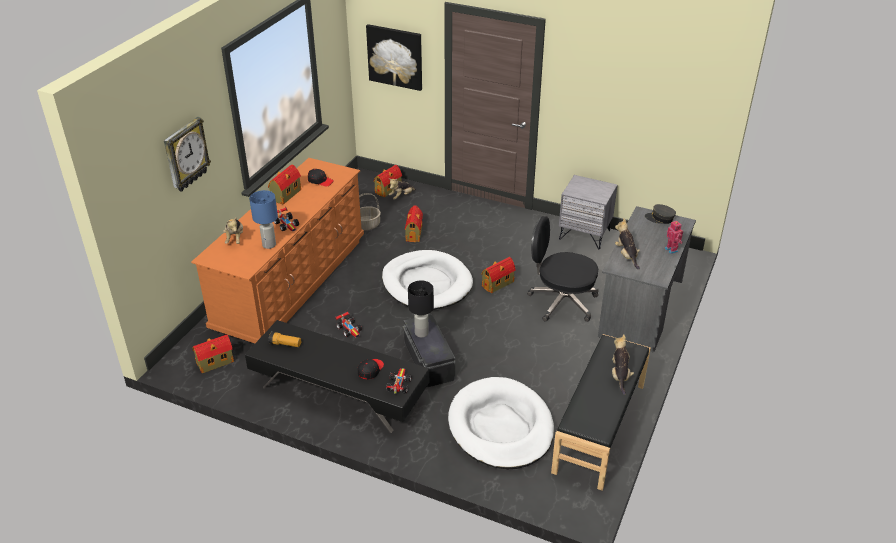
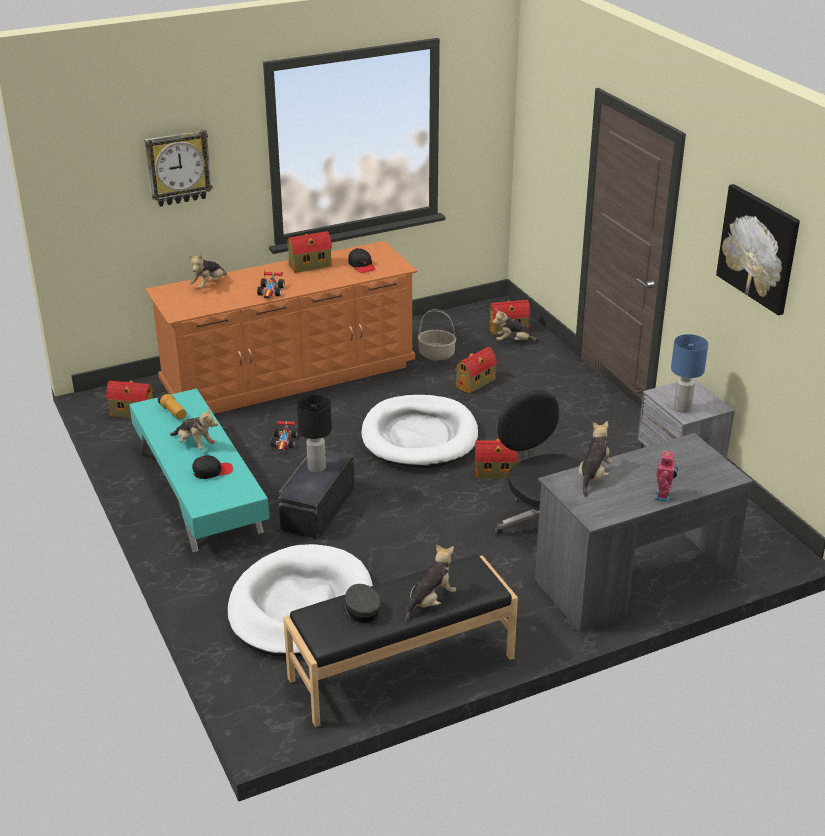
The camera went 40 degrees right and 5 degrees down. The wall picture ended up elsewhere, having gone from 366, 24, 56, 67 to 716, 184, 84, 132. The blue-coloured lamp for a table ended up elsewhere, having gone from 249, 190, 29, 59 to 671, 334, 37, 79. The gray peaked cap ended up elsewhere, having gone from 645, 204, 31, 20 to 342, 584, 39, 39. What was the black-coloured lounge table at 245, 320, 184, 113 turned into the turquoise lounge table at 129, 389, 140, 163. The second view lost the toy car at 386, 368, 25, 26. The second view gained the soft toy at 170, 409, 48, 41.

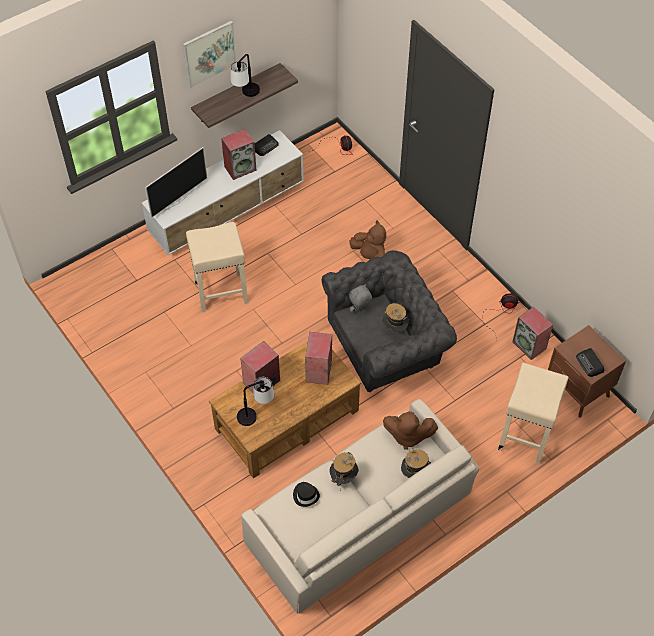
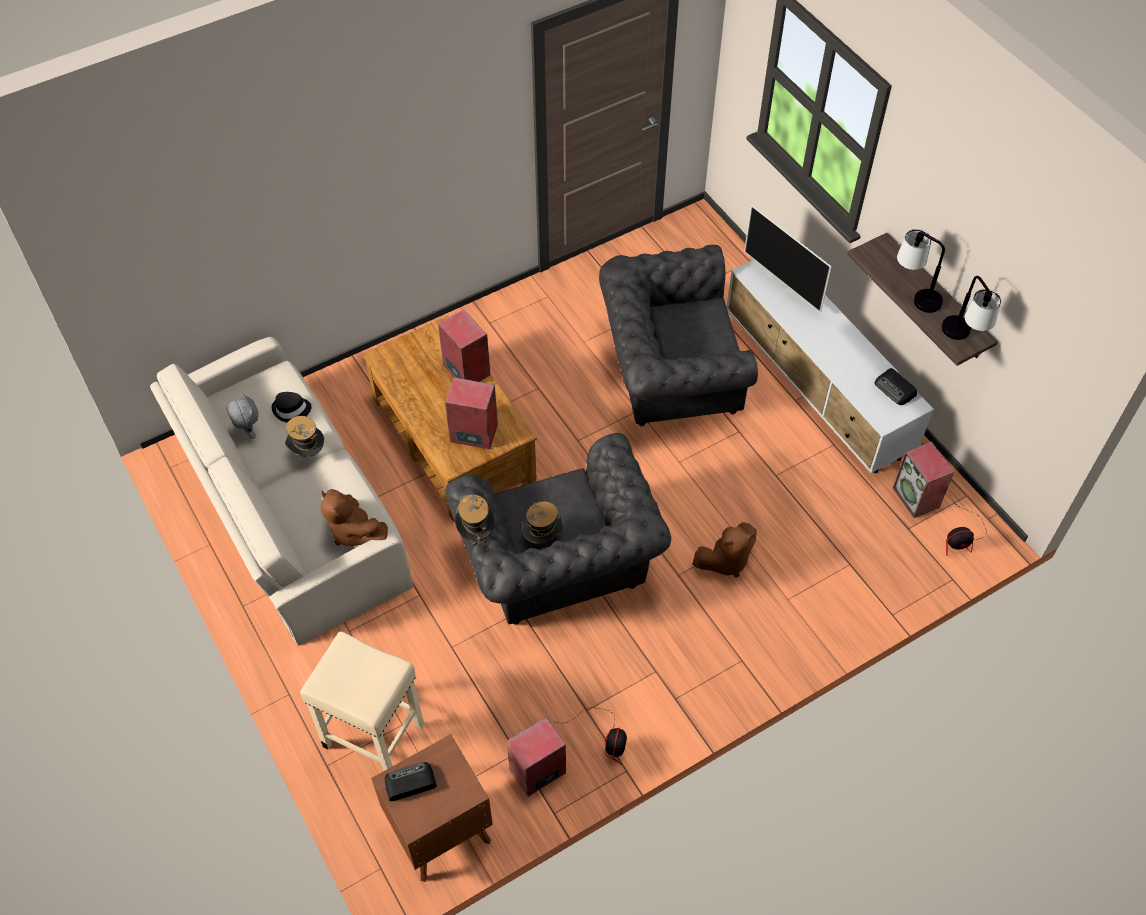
The camera went 95 degrees right and 0 degrees up. The second view lost the wall picture at 183, 21, 53, 67. The speaker ended up elsewhere, having gone from 221, 129, 36, 51 to 893, 441, 61, 77. Where the beige sitting stool stood at 186, 222, 62, 90, the gray armchair came to stand at 599, 245, 159, 181. The gray soft toy ended up elsewhere, having gone from 349, 284, 23, 29 to 227, 393, 31, 46. The lamp for a table ended up elsewhere, having gone from 237, 377, 37, 49 to 942, 276, 59, 64. The brown soft toy at 383, 411, 55, 39 ended up facing another way, 60 degrees counterclockwise from before. The hat ended up elsewhere, having gone from 401, 448, 30, 30 to 455, 495, 40, 51.

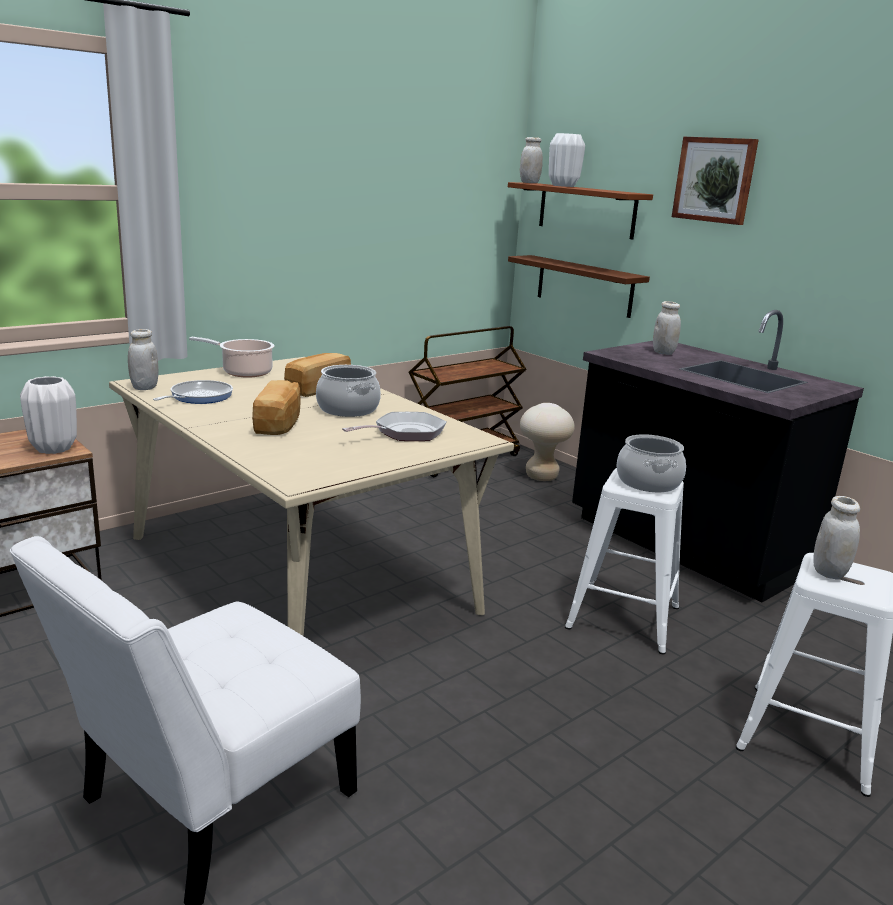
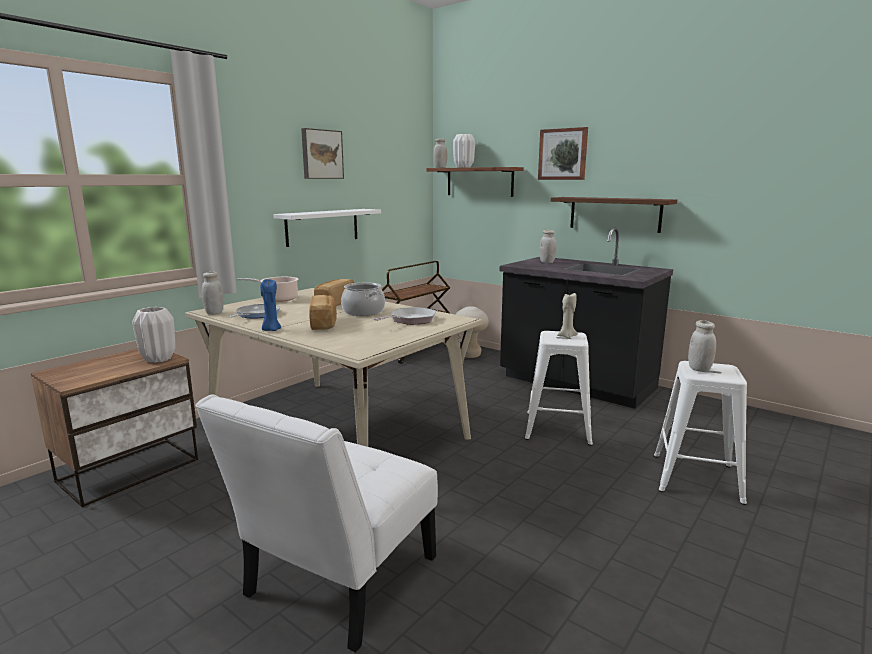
The camera went 10 degrees left and 5 degrees down. The brown shelf ended up elsewhere, having gone from 508, 255, 142, 63 to 551, 197, 126, 36. Where the cooking pot stood at 616, 434, 70, 58, the beige wax light came to stand at 557, 293, 21, 45. The second view gained the wall picture at 301, 128, 43, 51. The second view gained the whitish shelf at 273, 209, 108, 38. The second view gained the blue-coloured wax light at 260, 279, 21, 52.

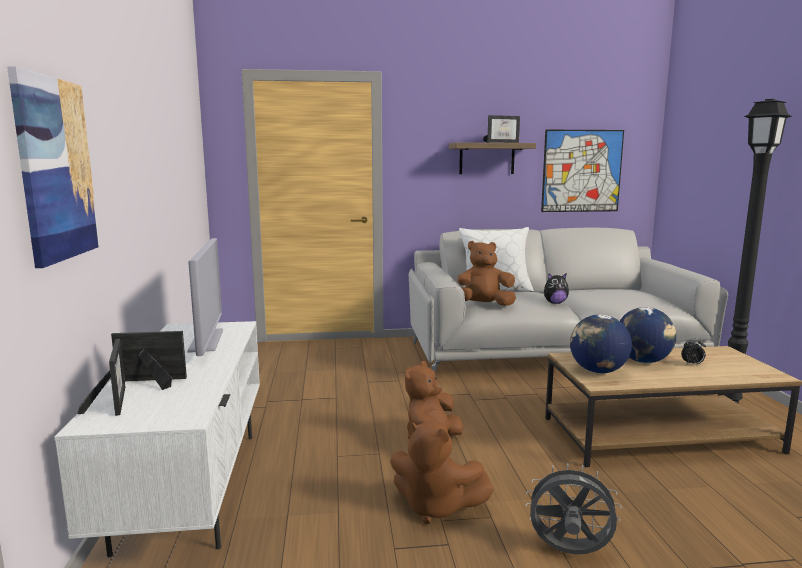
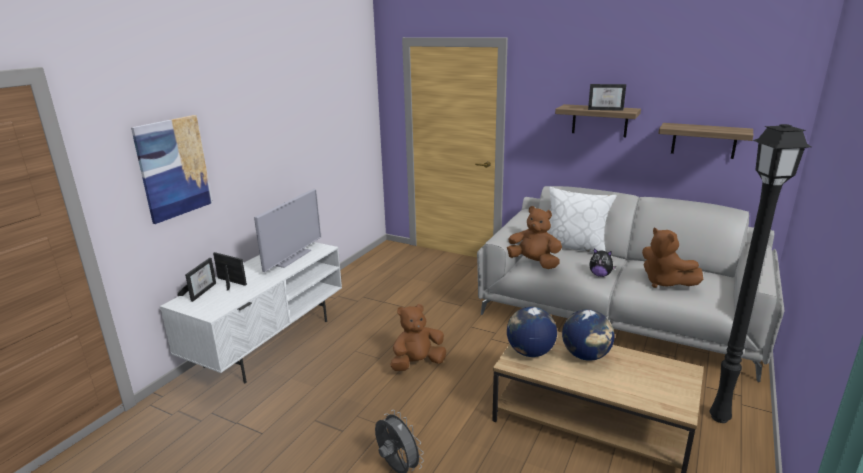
The camera went 35 degrees right and 10 degrees up. Where the wall picture hung at 541, 130, 83, 82, the shelf came to hang at 658, 123, 95, 36. The second view lost the bedside clock at 681, 338, 25, 27. The brown soft toy ended up elsewhere, having gone from 390, 422, 104, 102 to 642, 228, 61, 60.

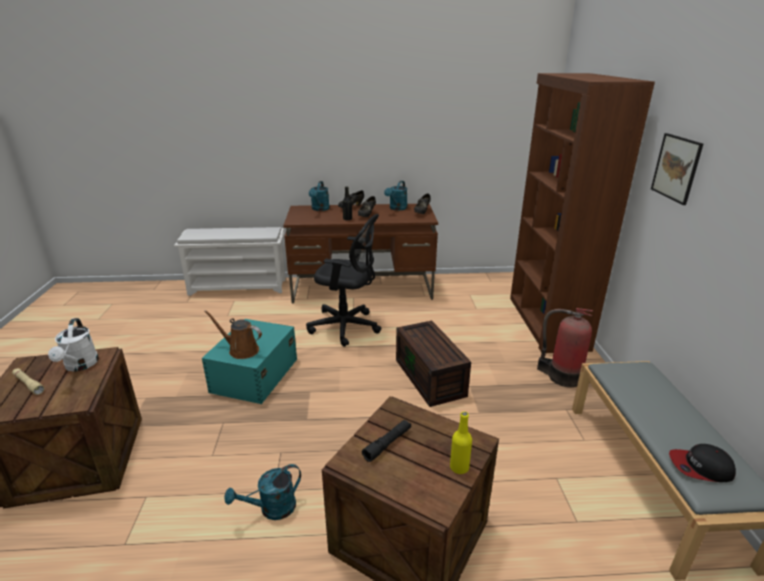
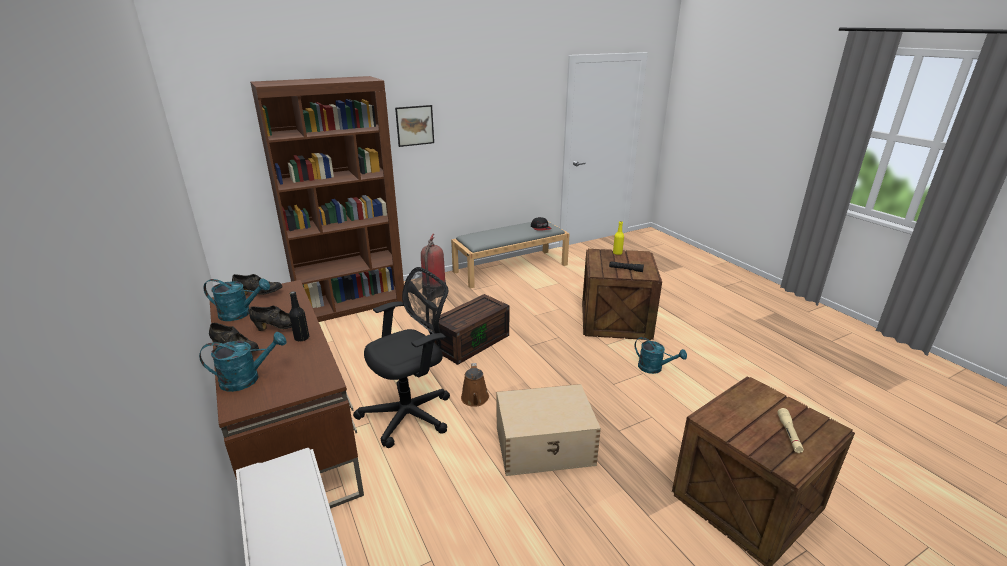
The camera went 115 degrees left and 0 degrees up. The black-coloured desk chair at 306, 214, 76, 133 ended up facing another way, 60 degrees clockwise from before. The brown watering pot ended up elsewhere, having gone from 204, 310, 58, 49 to 461, 363, 28, 44. The second view lost the whitish watering pot at 48, 318, 51, 54. What was the turquoise storage container at 202, 319, 95, 85 turned into the beige storage container at 496, 384, 105, 92.

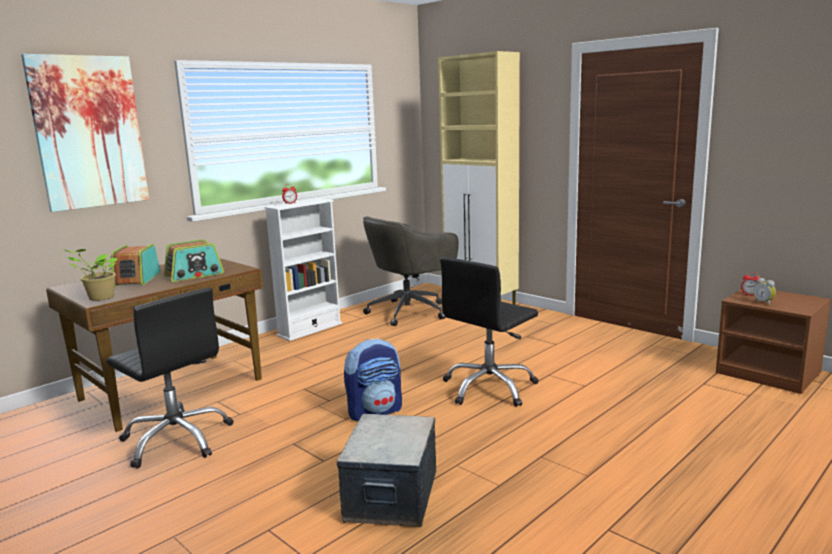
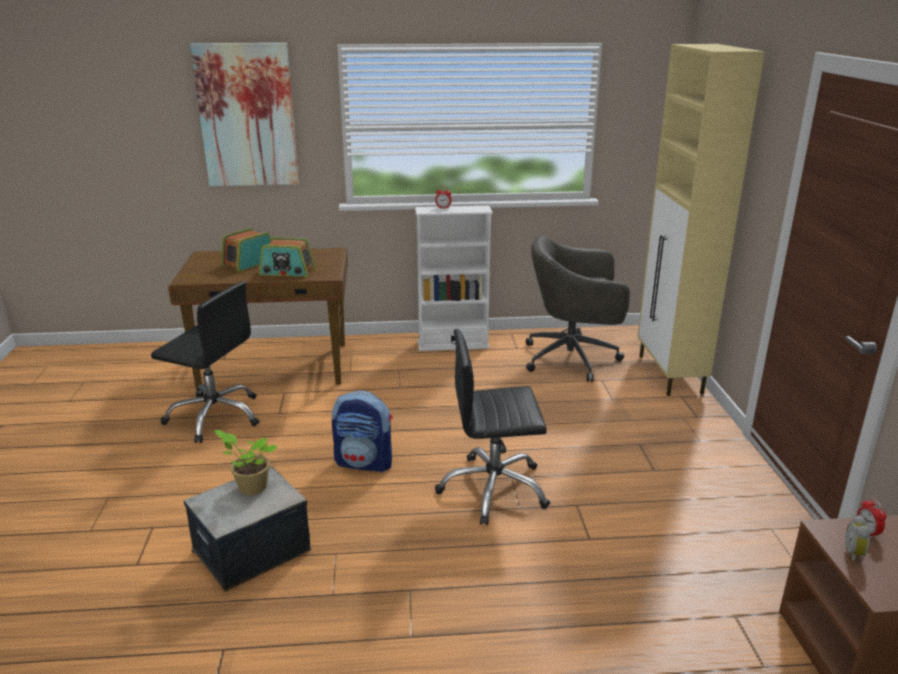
The camera went 40 degrees right and 10 degrees up. The houseplant ended up elsewhere, having gone from 62, 249, 55, 52 to 214, 430, 63, 65. The black-coloured desk chair at 107, 288, 126, 180 ended up facing another way, 60 degrees counterclockwise from before.

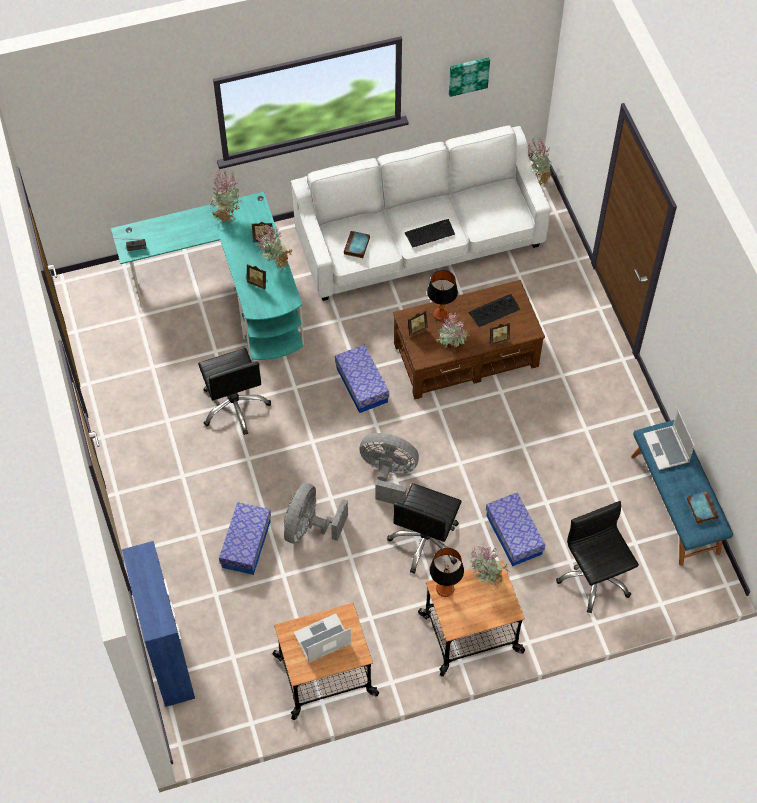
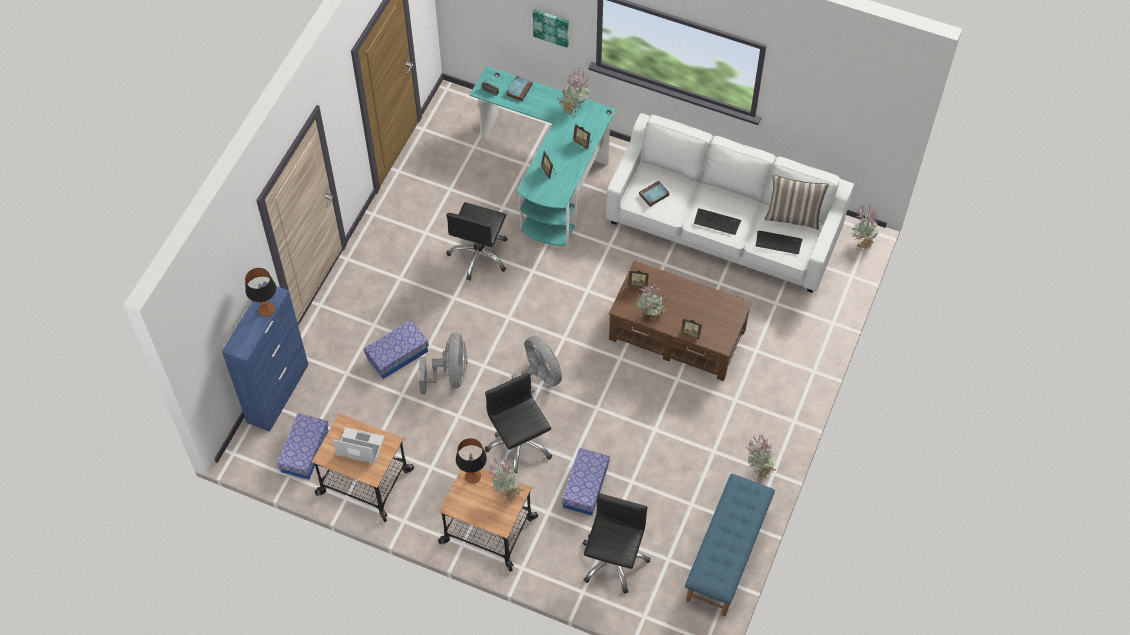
The camera went 40 degrees right and 0 degrees up. The wall picture ended up elsewhere, having gone from 449, 57, 41, 40 to 533, 9, 36, 39. The houseplant ended up elsewhere, having gone from 256, 224, 36, 48 to 746, 434, 30, 46. The lamp for a table ended up elsewhere, having gone from 427, 270, 31, 51 to 245, 268, 31, 49. The computer keyboard ended up elsewhere, having gone from 468, 294, 52, 33 to 756, 231, 47, 23. The storage container ended up elsewhere, having gone from 335, 345, 54, 68 to 277, 413, 52, 67. The second view lost the notebook computer at 643, 410, 52, 60. The gray fan at 284, 483, 64, 61 ended up facing another way, 120 degrees clockwise from before. The black-coloured desk chair at 387, 483, 75, 91 ended up facing another way, 90 degrees clockwise from before. The volume ended up elsewhere, having gone from 687, 491, 31, 33 to 506, 76, 27, 25. The second view gained the cushion at 764, 174, 65, 56.

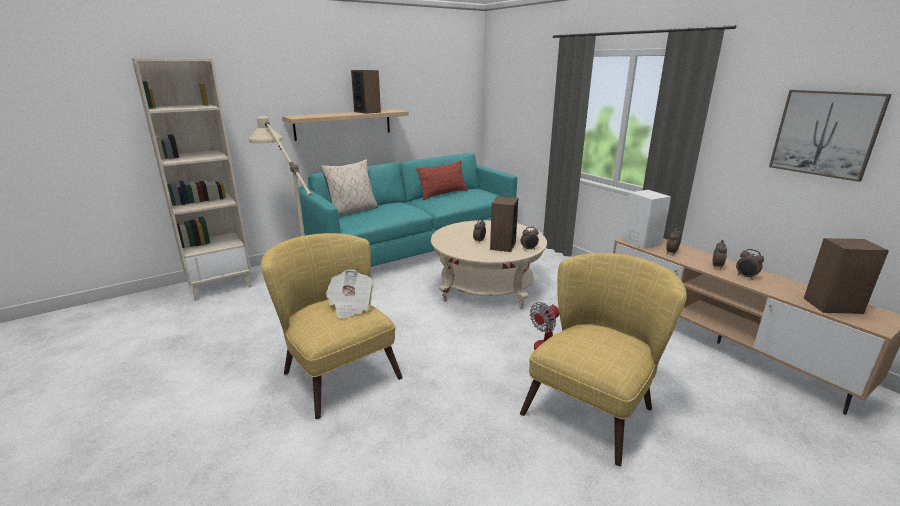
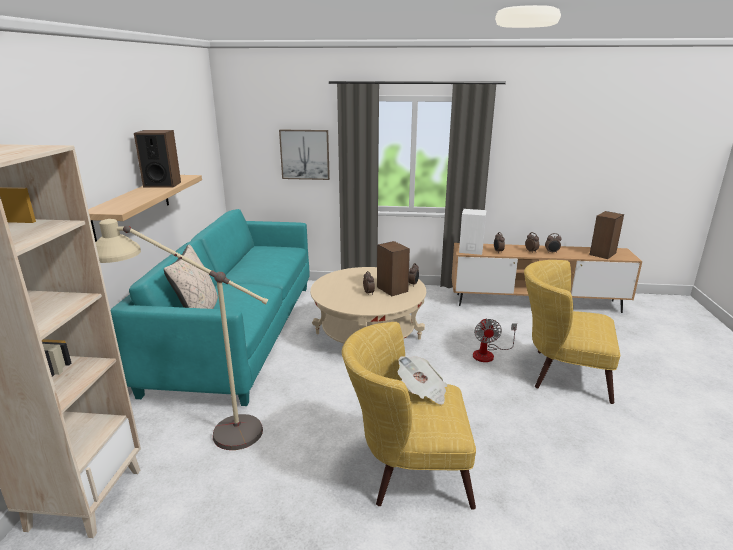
The camera went 50 degrees left and 0 degrees up. The wall picture ended up elsewhere, having gone from 769, 90, 123, 92 to 279, 130, 51, 50. The second view lost the cushion at 417, 161, 51, 39. The yellow armchair at 520, 253, 167, 213 ended up facing another way, 60 degrees counterclockwise from before.

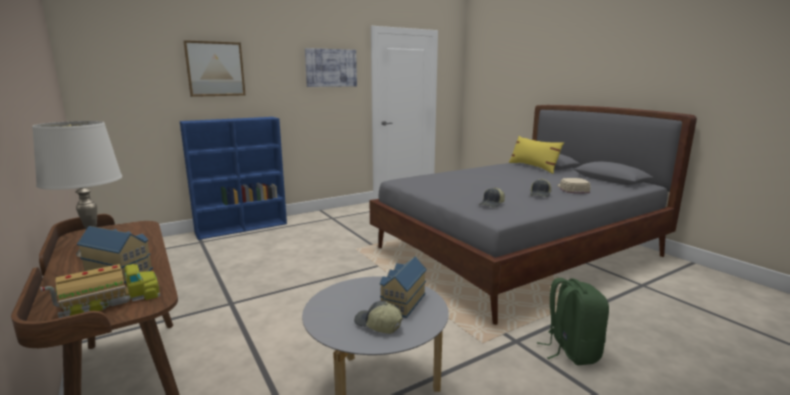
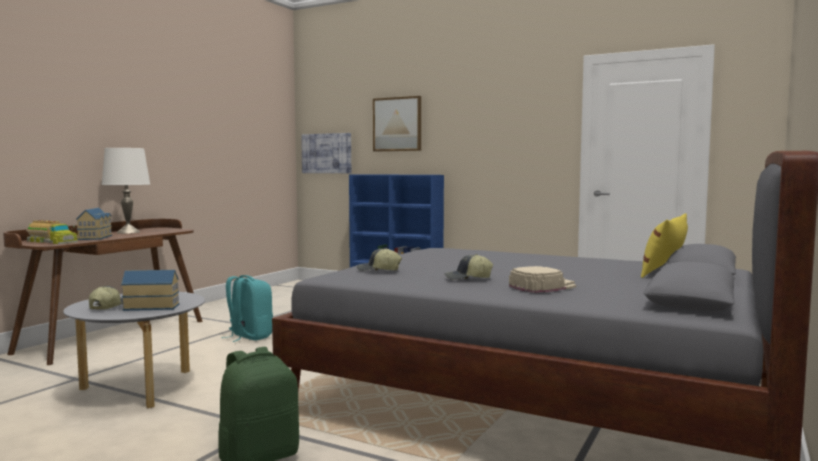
The camera went 60 degrees right and 10 degrees down. The wall picture ended up elsewhere, having gone from 305, 48, 52, 39 to 301, 133, 50, 40. The second view gained the turquoise backpack at 221, 275, 52, 67.

